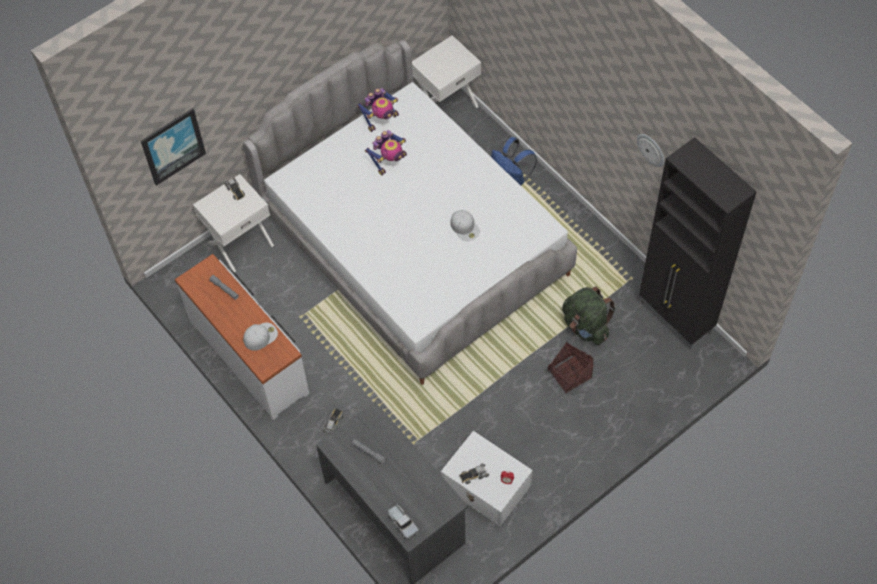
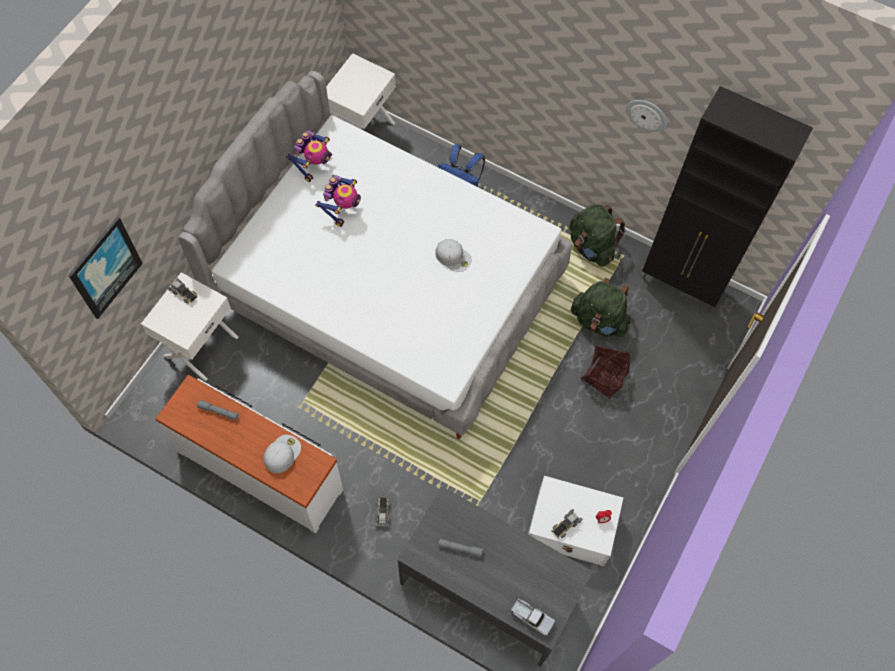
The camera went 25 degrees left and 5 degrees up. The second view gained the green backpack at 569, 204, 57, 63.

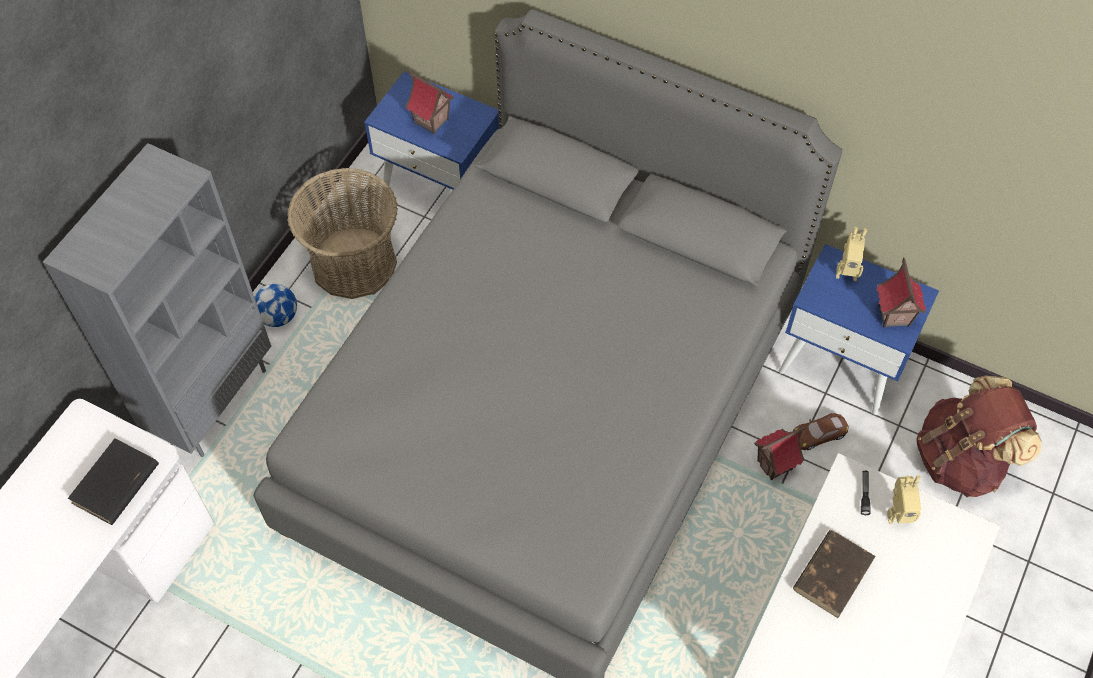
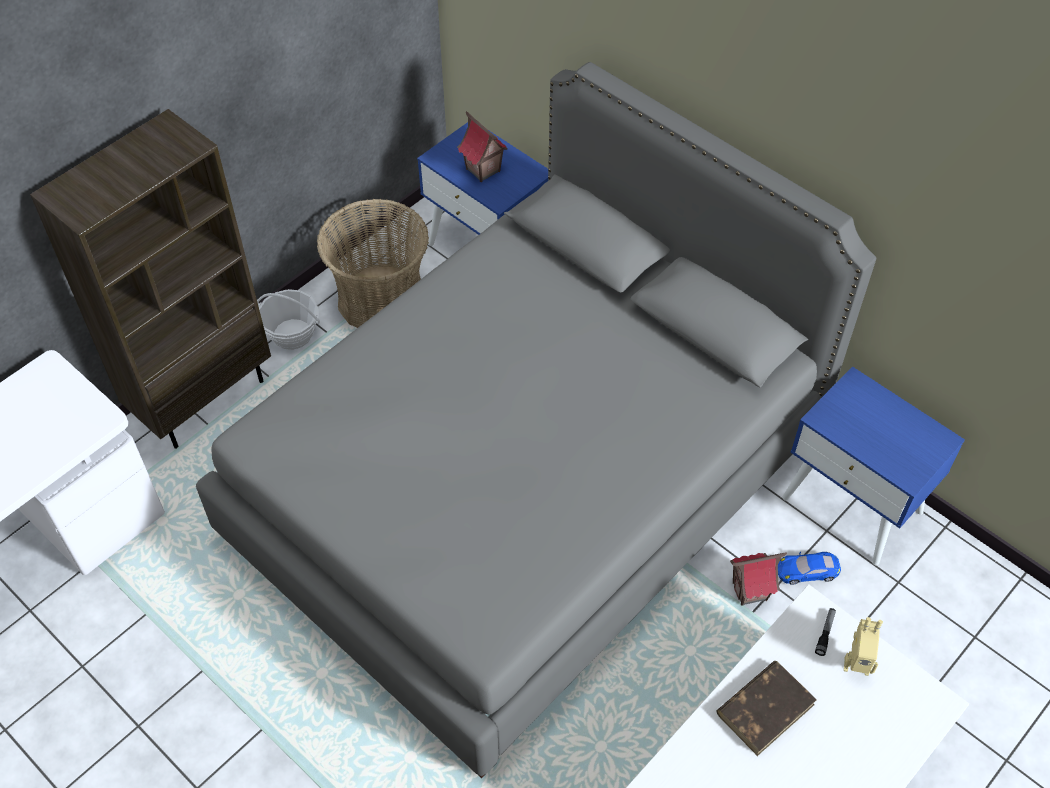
The camera went 15 degrees right and 5 degrees down. What was the gray bookshelf at 43, 143, 228, 314 turned into the brown bookshelf at 30, 109, 241, 340. The second view lost the model robot at 836, 227, 31, 54. The second view lost the miniature house at 876, 258, 50, 70. Where the football ball stood at 255, 284, 42, 43, the household basket came to stand at 257, 289, 63, 61. The second view lost the brown backpack at 916, 376, 126, 121. What was the brown toy car at 792, 413, 57, 37 turned into the blue-coloured toy car at 778, 552, 63, 33. The second view lost the black-coloured volume at 67, 438, 92, 87.

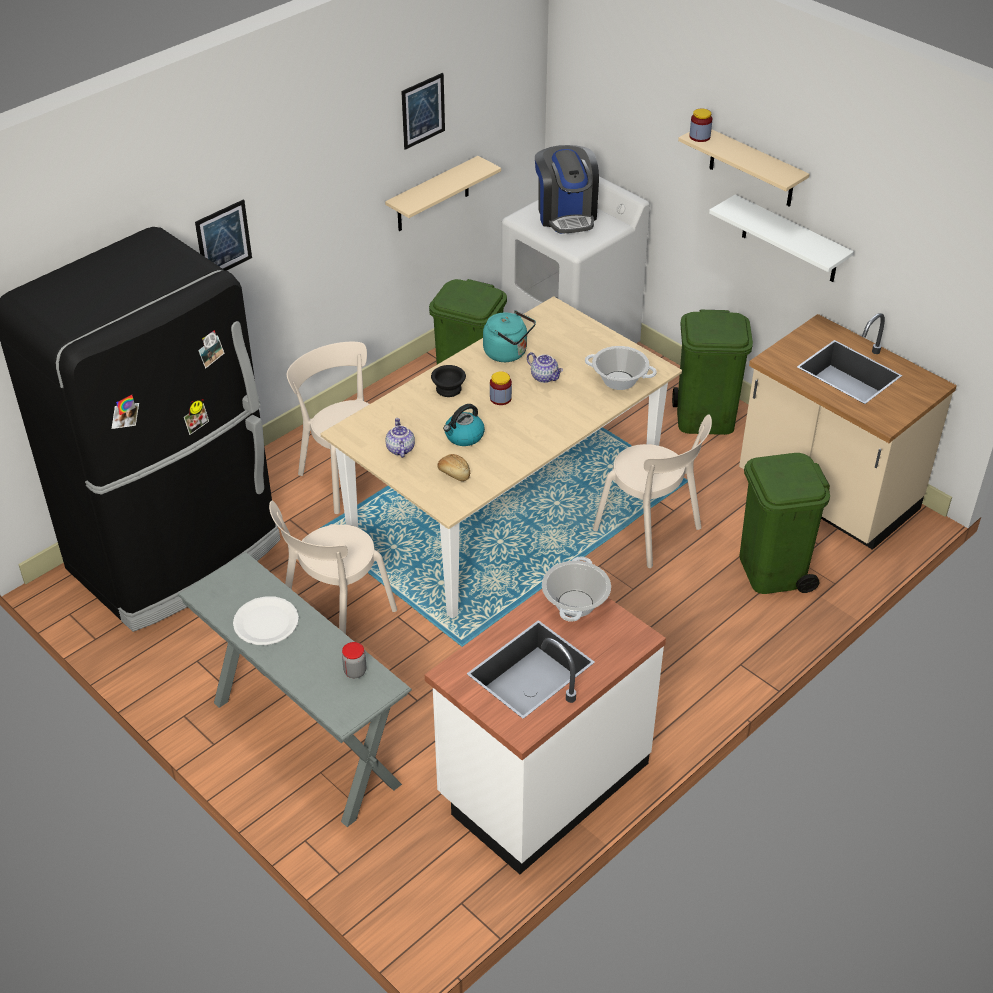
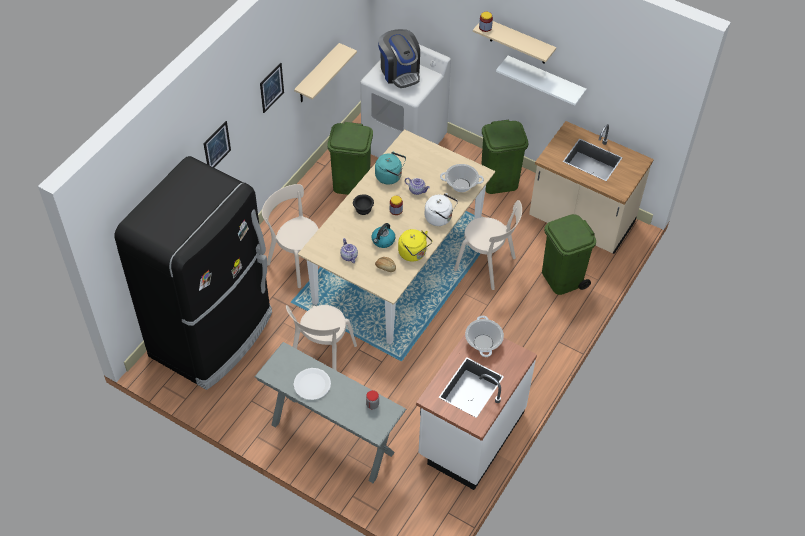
The camera went 15 degrees left and 10 degrees up. The wall picture ended up elsewhere, having gone from 401, 73, 44, 77 to 260, 63, 24, 50. The second view gained the whitish water kettle at 425, 193, 33, 33. The second view gained the yellow water kettle at 398, 229, 34, 33.

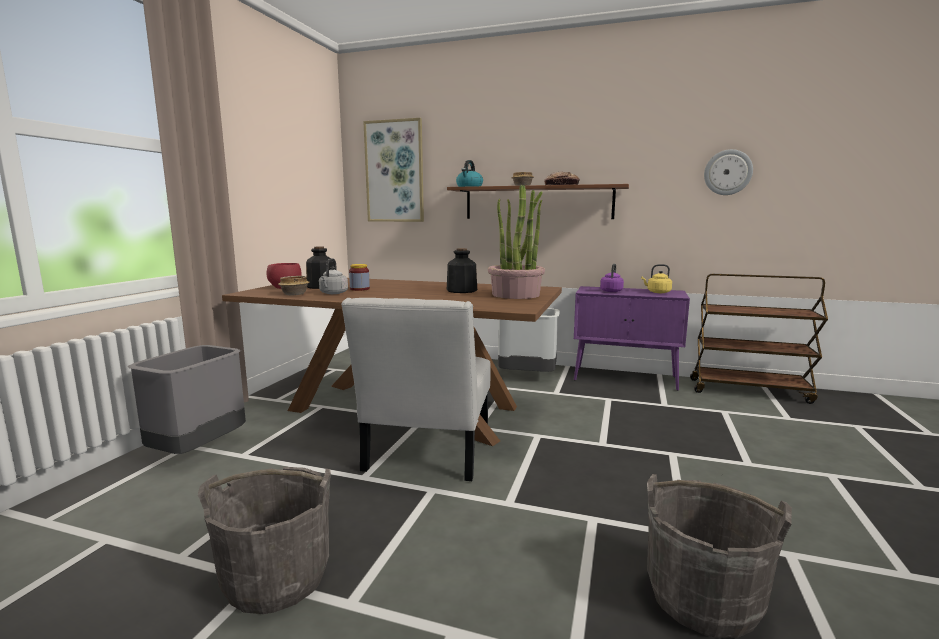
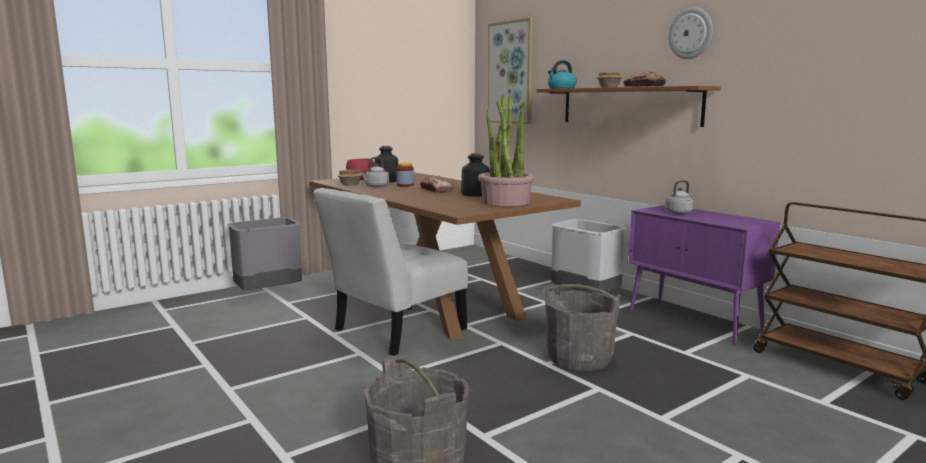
The camera went 35 degrees right and 0 degrees up. The wall clock ended up elsewhere, having gone from 704, 149, 49, 46 to 668, 7, 45, 52. What was the purple-coloured water kettle at 600, 264, 24, 28 turned into the gray water kettle at 665, 180, 32, 34. The second view lost the yellow water kettle at 641, 264, 31, 29. The gray bucket ended up elsewhere, having gone from 198, 467, 133, 147 to 543, 284, 79, 87. The second view gained the baked bread at 420, 175, 33, 18.

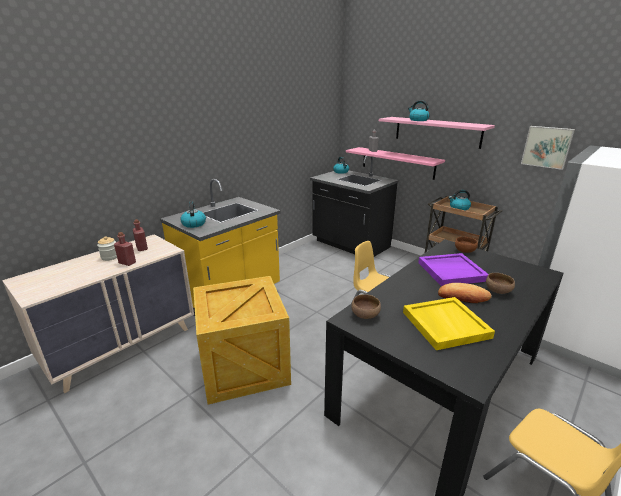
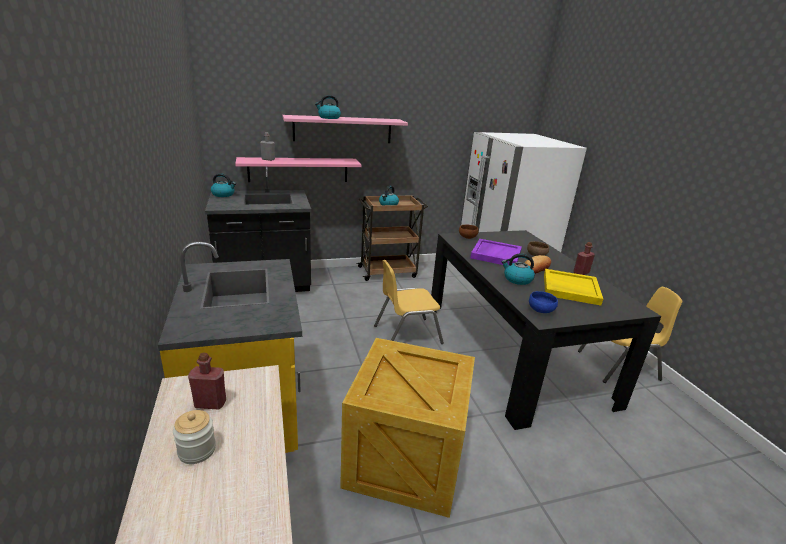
The camera went 60 degrees left and 0 degrees up. The second view lost the wall picture at 521, 126, 54, 44. The water kettle ended up elsewhere, having gone from 180, 201, 26, 27 to 502, 253, 33, 32. The reddish beverage bottle ended up elsewhere, having gone from 114, 232, 22, 34 to 573, 242, 22, 33. What was the brown bowl at 351, 294, 30, 25 turned into the blue-coloured bowl at 529, 291, 29, 22.

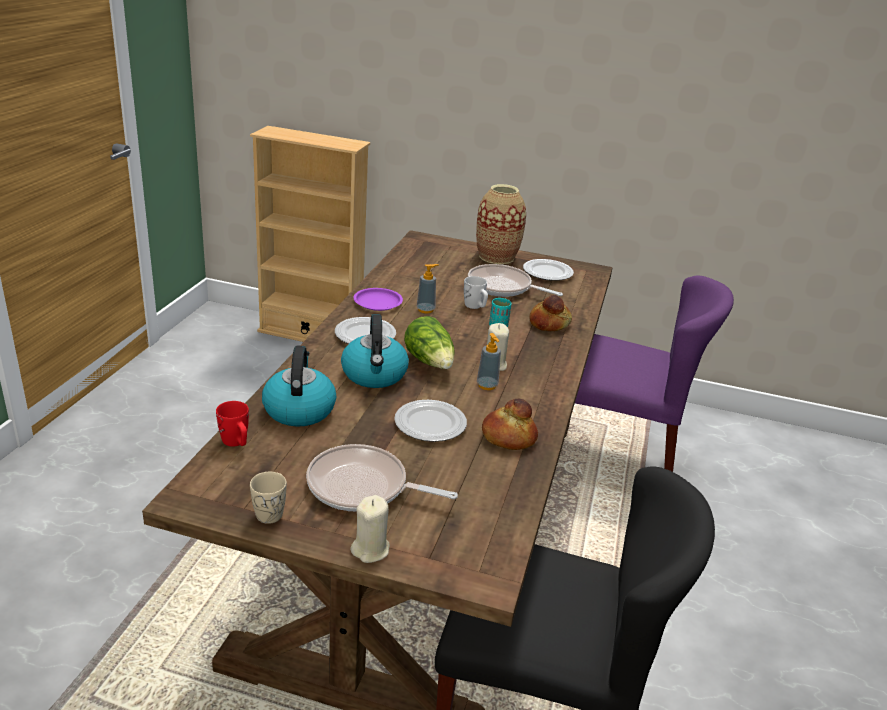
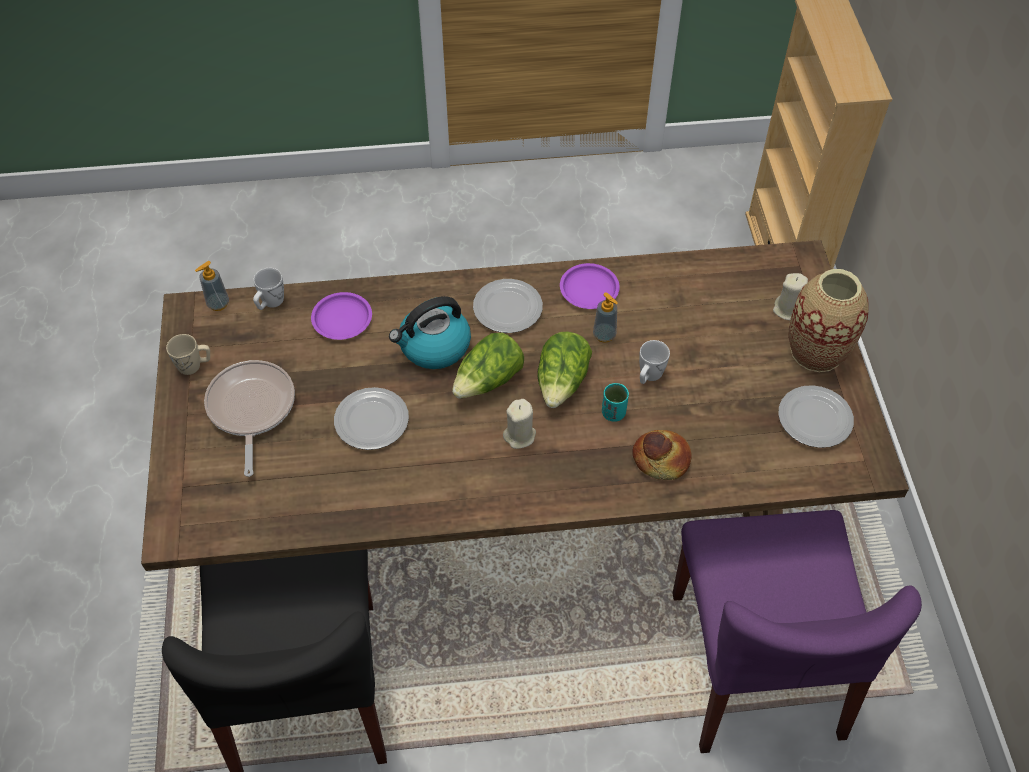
The camera went 70 degrees right and 25 degrees up. The second view lost the frying pan at 468, 264, 95, 33. The soap bottle ended up elsewhere, having gone from 477, 333, 24, 57 to 195, 261, 34, 50. Where the water kettle stood at 262, 346, 74, 80, the purple-coloured plate came to stand at 311, 292, 61, 48. The second view lost the baked bread at 482, 399, 56, 51. What was the reddish mug at 216, 401, 33, 46 turned into the whitish mug at 253, 268, 31, 42. The beige wax light ended up elsewhere, having gone from 350, 495, 40, 68 to 773, 273, 35, 47. The second view gained the lettuce head at 537, 332, 55, 76.

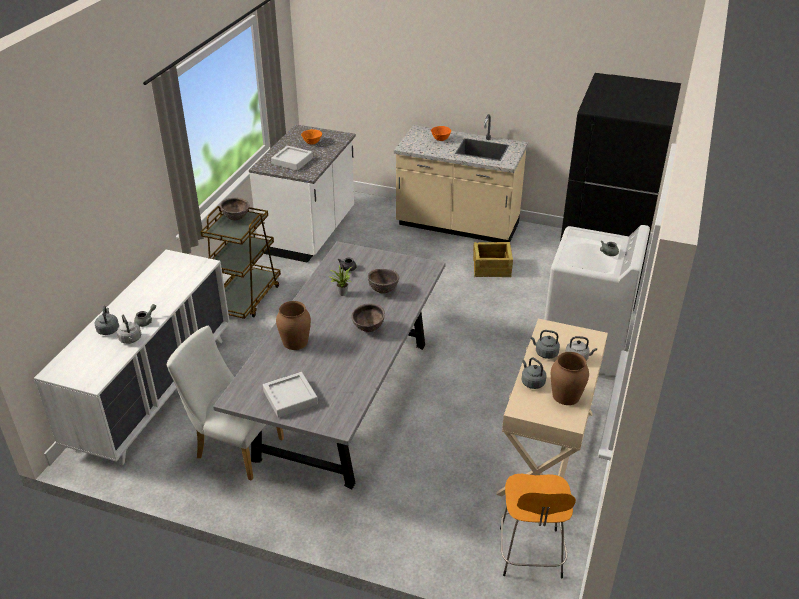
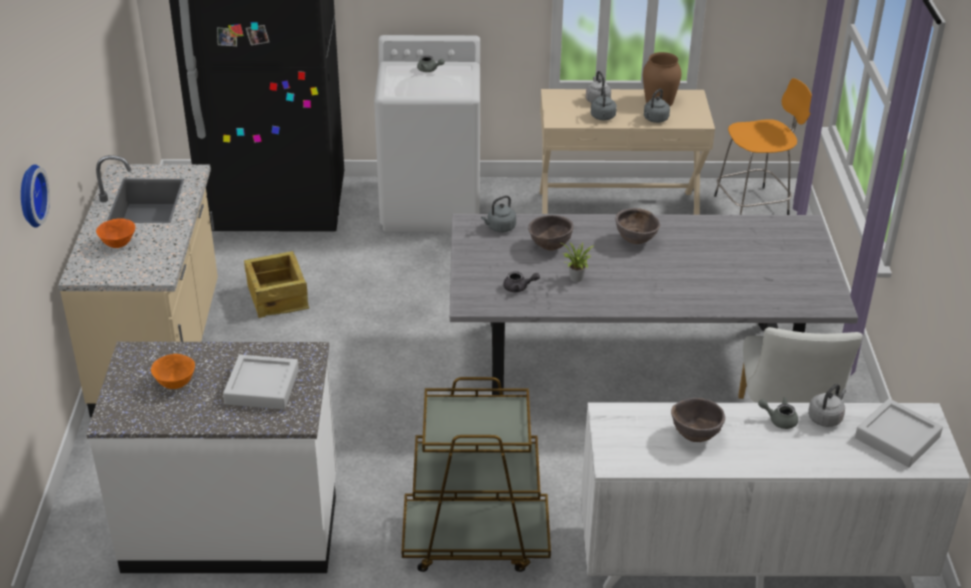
The camera went 110 degrees left and 0 degrees up. The brown bowl ended up elsewhere, having gone from 220, 198, 29, 23 to 671, 398, 54, 44. The second view lost the brown flower vase at 276, 301, 35, 49. The gray water kettle ended up elsewhere, having gone from 95, 306, 24, 29 to 481, 195, 35, 38. The gray tray ended up elsewhere, having gone from 263, 372, 55, 46 to 855, 399, 88, 68. The second view gained the wall clock at 21, 164, 29, 64.

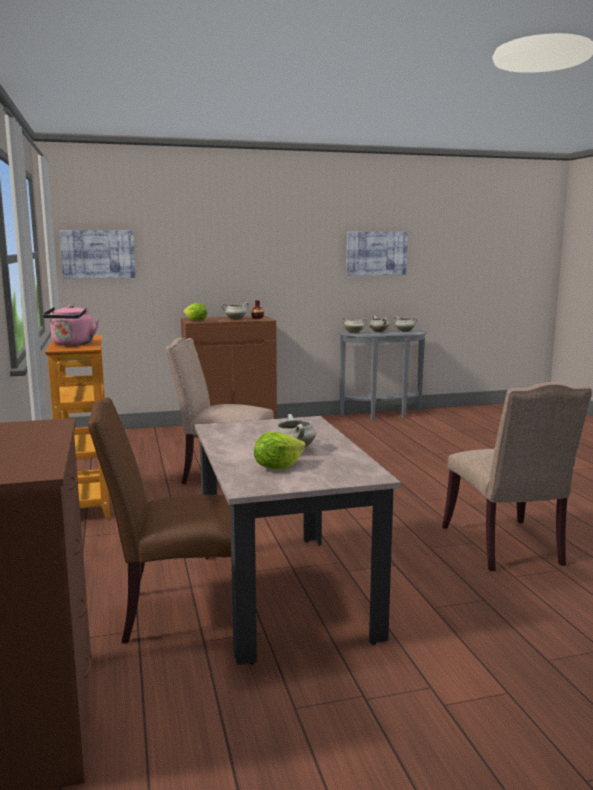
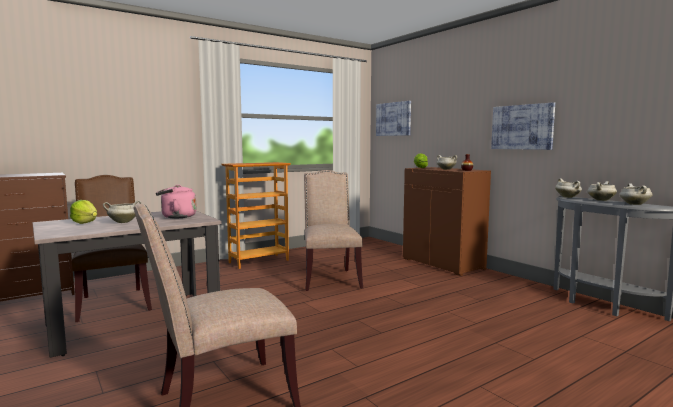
The camera went 70 degrees right and 5 degrees down. The wall picture ended up elsewhere, having gone from 346, 232, 62, 43 to 491, 102, 64, 48. The pink-coloured water kettle ended up elsewhere, having gone from 42, 305, 57, 41 to 156, 185, 41, 33.

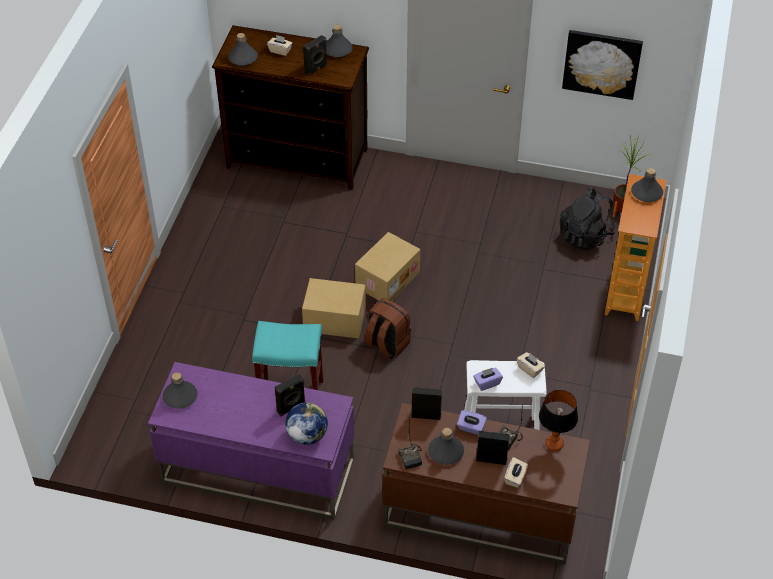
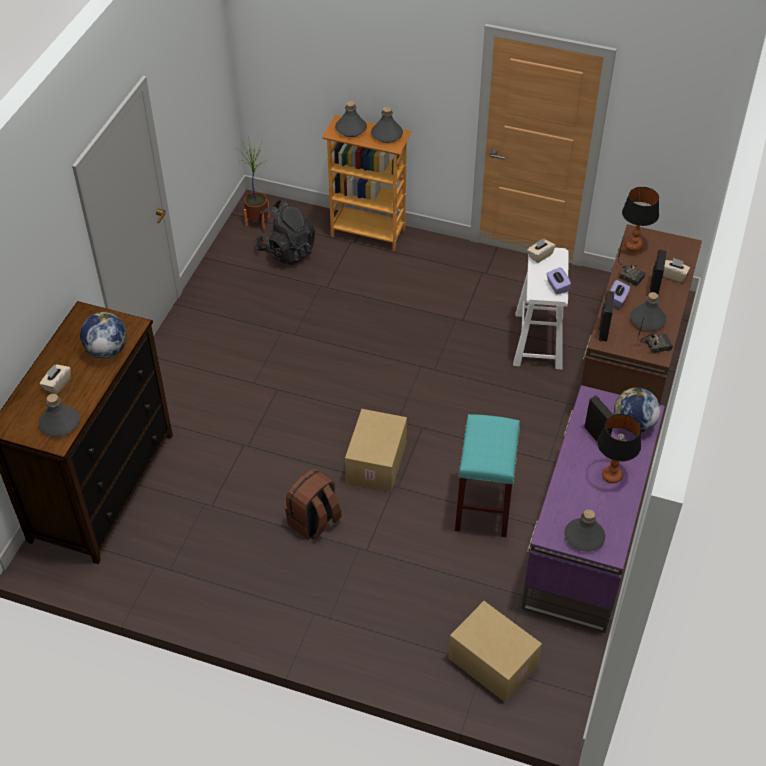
The camera went 85 degrees left and 0 degrees up. The gray beverage bottle ended up elsewhere, having gone from 326, 25, 27, 33 to 371, 107, 32, 36. The second view lost the wall picture at 562, 30, 81, 70. Where the black-coloured speaker stood at 303, 35, 24, 41, the world globe came to stand at 80, 312, 47, 46. The carton ended up elsewhere, having gone from 355, 232, 65, 69 to 448, 601, 94, 101. The brown backpack ended up elsewhere, having gone from 364, 298, 47, 61 to 285, 468, 57, 72. The second view gained the lamp for a table at 597, 414, 44, 69.

